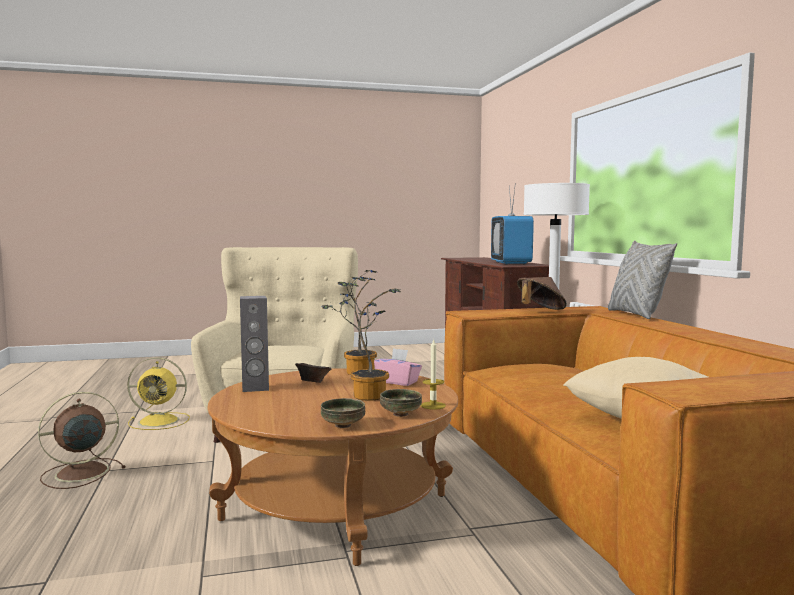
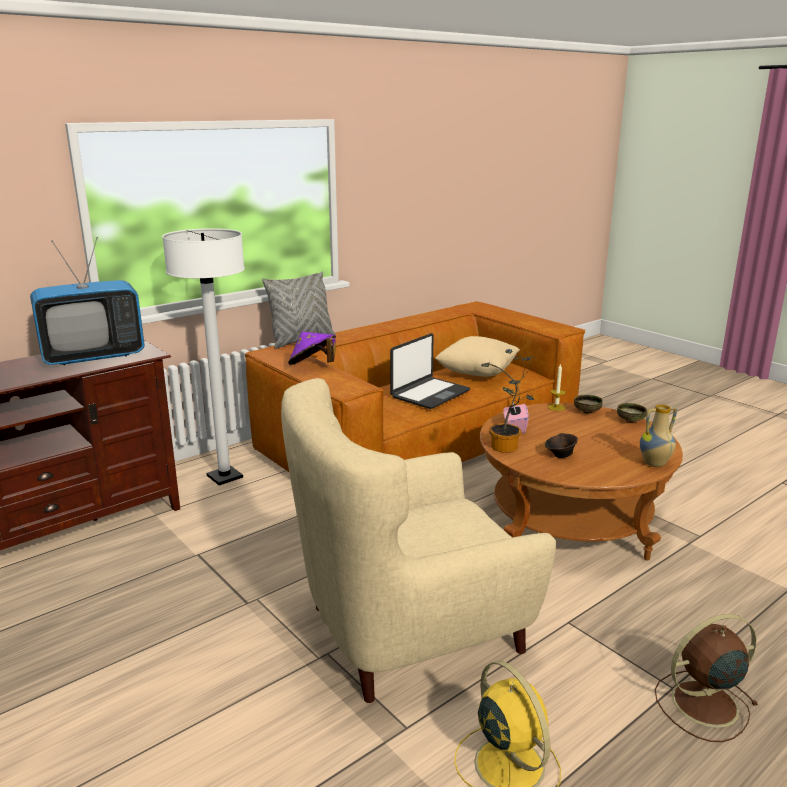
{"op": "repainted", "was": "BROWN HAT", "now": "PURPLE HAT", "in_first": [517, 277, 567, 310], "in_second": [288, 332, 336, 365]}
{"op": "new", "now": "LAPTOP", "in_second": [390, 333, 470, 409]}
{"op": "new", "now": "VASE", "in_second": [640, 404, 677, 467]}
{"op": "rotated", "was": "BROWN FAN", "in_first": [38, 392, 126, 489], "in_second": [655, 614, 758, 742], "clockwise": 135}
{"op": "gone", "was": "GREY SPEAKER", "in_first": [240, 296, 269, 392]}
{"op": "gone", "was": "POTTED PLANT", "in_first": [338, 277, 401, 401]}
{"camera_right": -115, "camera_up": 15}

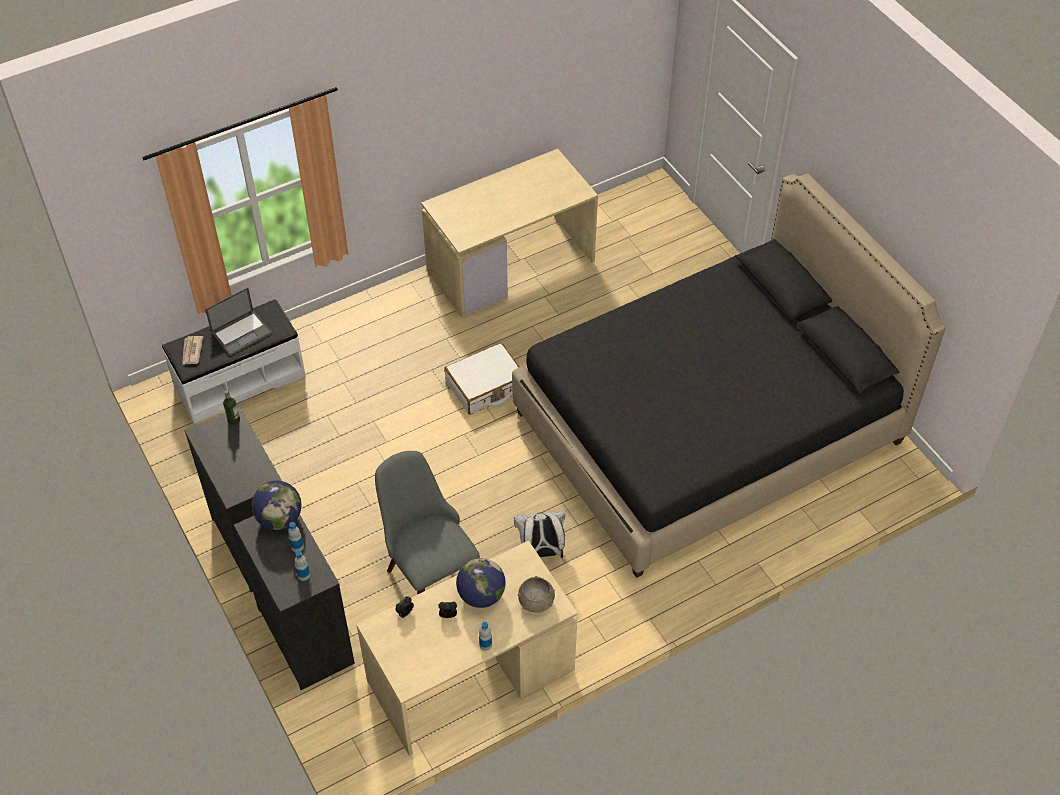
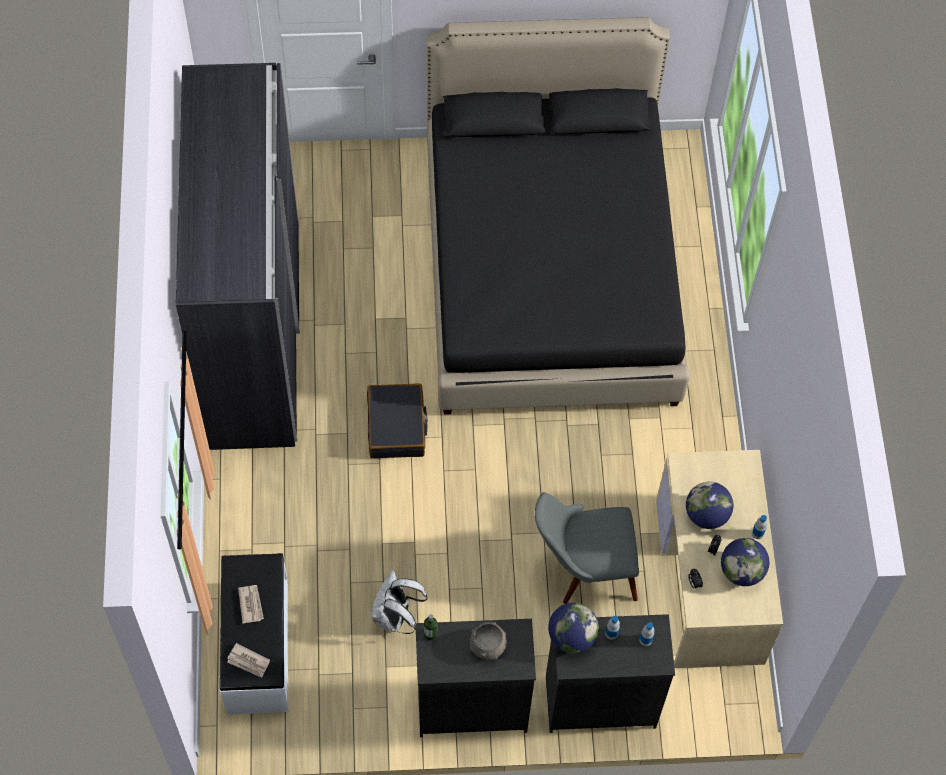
{"op": "swapped", "was": "BEIGE DESK", "now": "GREY WARDROBE", "in_first": [421, 149, 598, 319], "in_second": [176, 63, 300, 450]}
{"op": "swapped", "was": "LAPTOP", "now": "NEWSPAPER", "in_first": [205, 287, 272, 356], "in_second": [238, 585, 264, 624]}
{"op": "repainted", "was": "WHITE SUITCASE", "now": "BLACK SUITCASE", "in_first": [444, 343, 519, 414], "in_second": [367, 383, 428, 458]}
{"op": "shifted", "was": "WHITE BACKPACK", "in_first": [514, 511, 566, 558], "in_second": [372, 570, 427, 634]}
{"op": "shifted", "was": "GREY BOWL", "in_first": [518, 576, 555, 613], "in_second": [470, 622, 507, 660]}
{"op": "new", "now": "GLOBE", "in_second": [721, 538, 770, 586]}
{"camera_right": -65, "camera_up": 10}

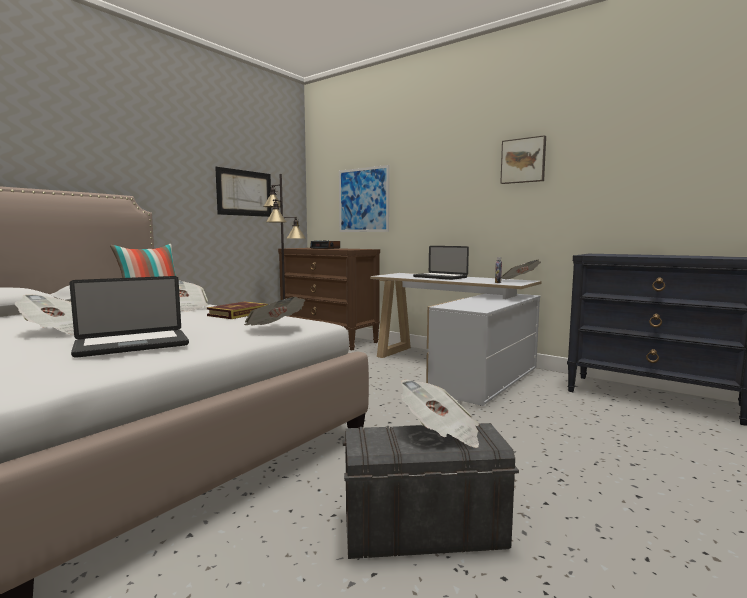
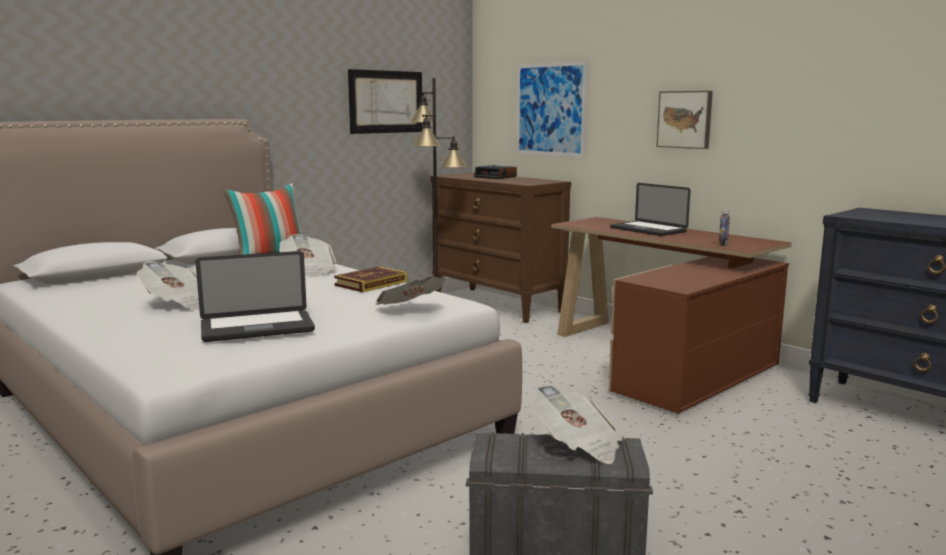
{"op": "repainted", "was": "WHITE DESK", "now": "BROWN DESK", "in_first": [370, 273, 541, 406], "in_second": [551, 217, 791, 414]}
{"op": "shifted", "was": "PICTURE", "in_first": [500, 135, 546, 184], "in_second": [656, 91, 713, 149]}
{"op": "gone", "was": "NEWSPAPER", "in_first": [501, 259, 541, 280]}
{"camera_right": 10, "camera_up": 5}

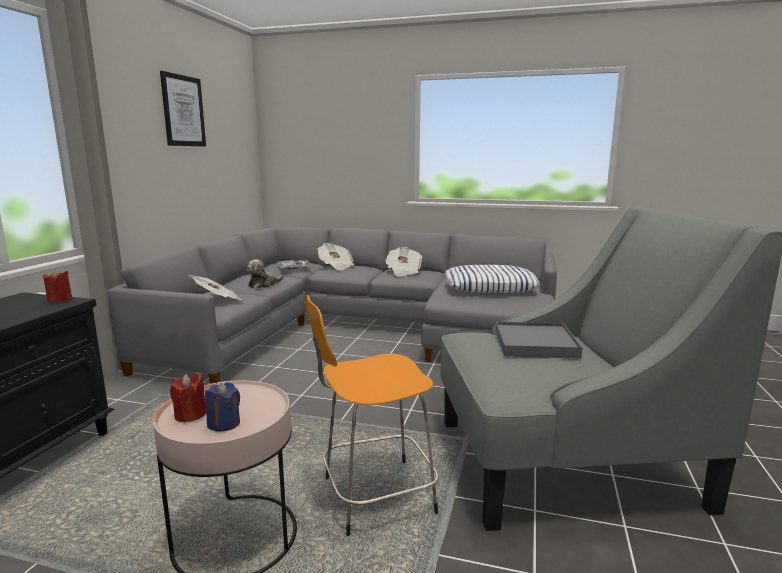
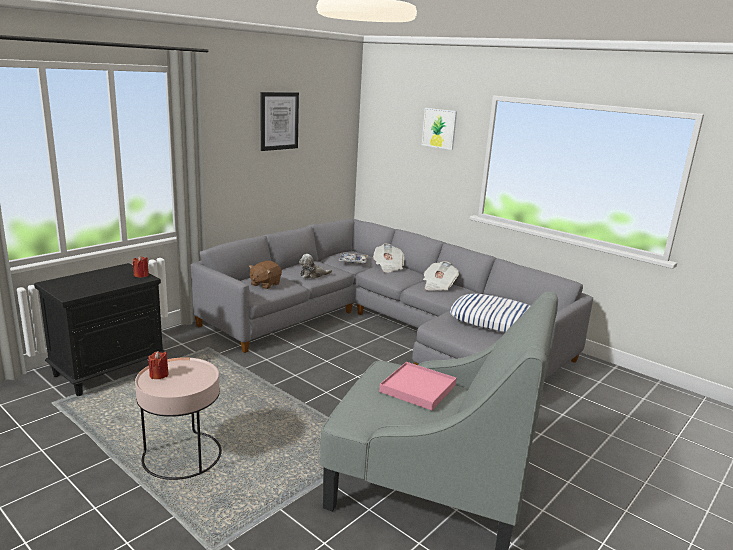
{"op": "swapped", "was": "NEWSPAPER", "now": "BROWN PLUSH TOY", "in_first": [189, 275, 242, 300], "in_second": [249, 261, 282, 289]}
{"op": "repainted", "was": "GREY TRAY", "now": "PINK TRAY", "in_first": [495, 321, 583, 359], "in_second": [379, 362, 457, 410]}
{"op": "new", "now": "PICTURE", "in_second": [422, 108, 457, 150]}
{"op": "gone", "was": "BLUE CANDLE", "in_first": [205, 382, 240, 431]}
{"op": "gone", "was": "ORANGE STOOL", "in_first": [305, 295, 439, 536]}
{"camera_right": 25, "camera_up": 5}

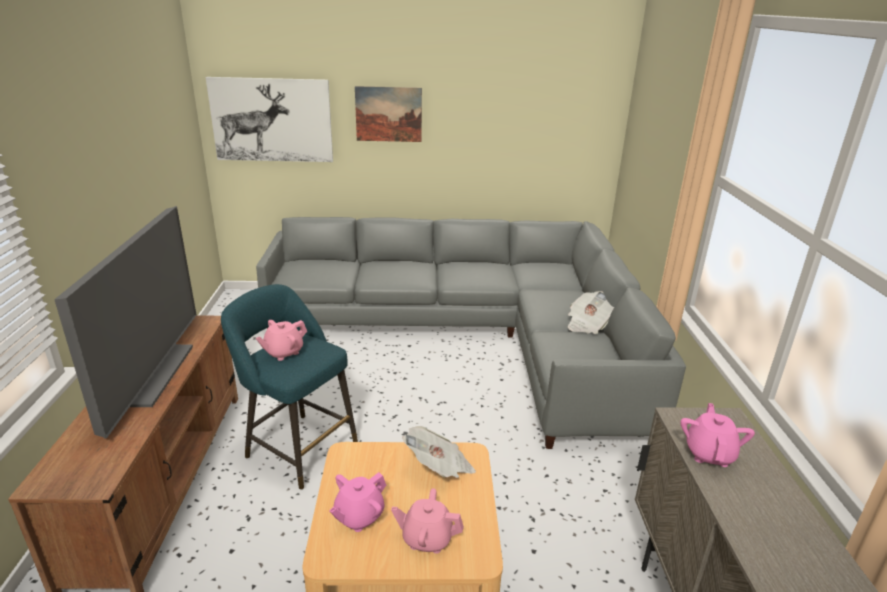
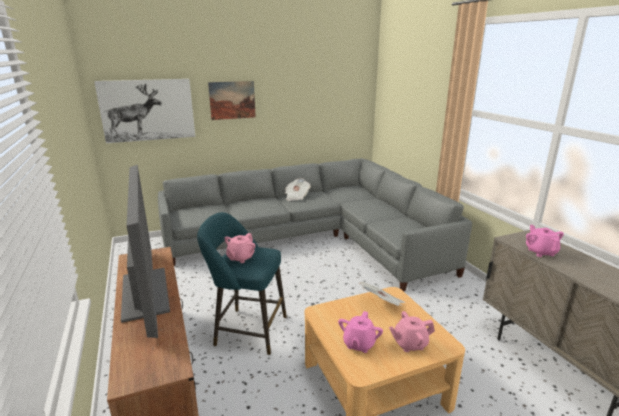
{"op": "shifted", "was": "NEWSPAPER", "in_first": [568, 291, 614, 334], "in_second": [285, 178, 311, 201]}
{"camera_right": -20, "camera_up": -5}

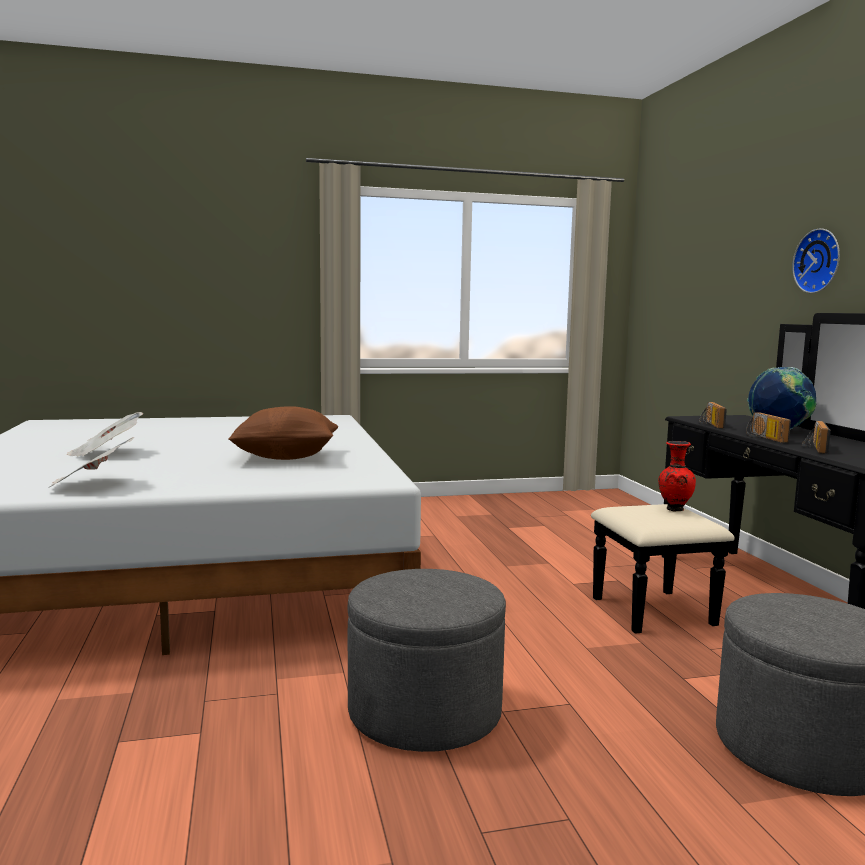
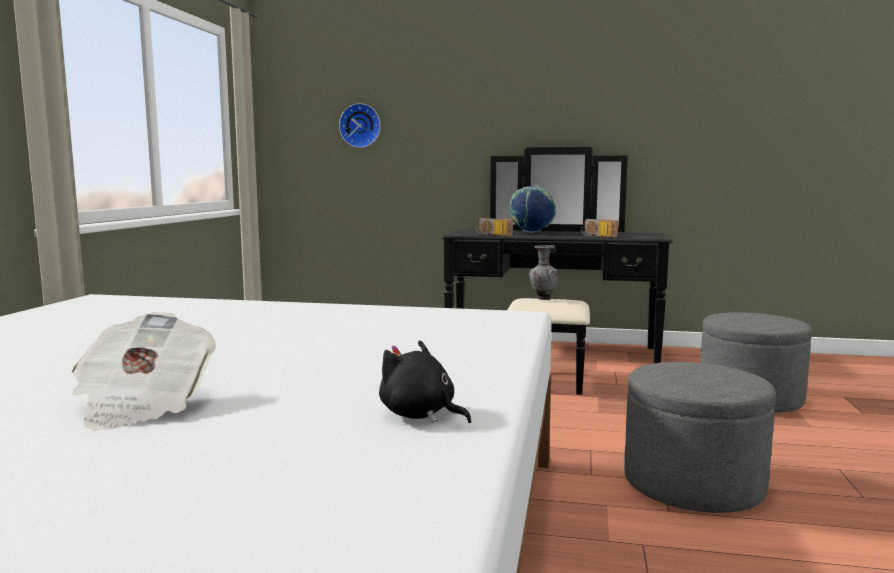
{"op": "shifted", "was": "WALL CLOCK", "in_first": [792, 228, 840, 293], "in_second": [339, 103, 381, 148]}
{"op": "swapped", "was": "NEWSPAPER", "now": "BLACK PLUSH TOY", "in_first": [48, 437, 134, 488], "in_second": [379, 340, 472, 423]}
{"op": "repainted", "was": "RED VASE", "now": "GREY VASE", "in_first": [658, 441, 696, 512], "in_second": [529, 245, 559, 300]}
{"op": "gone", "was": "BROWN PILLOW", "in_first": [228, 406, 338, 460]}
{"op": "gone", "was": "RADIO", "in_first": [746, 412, 791, 443]}
{"camera_right": -65, "camera_up": 0}

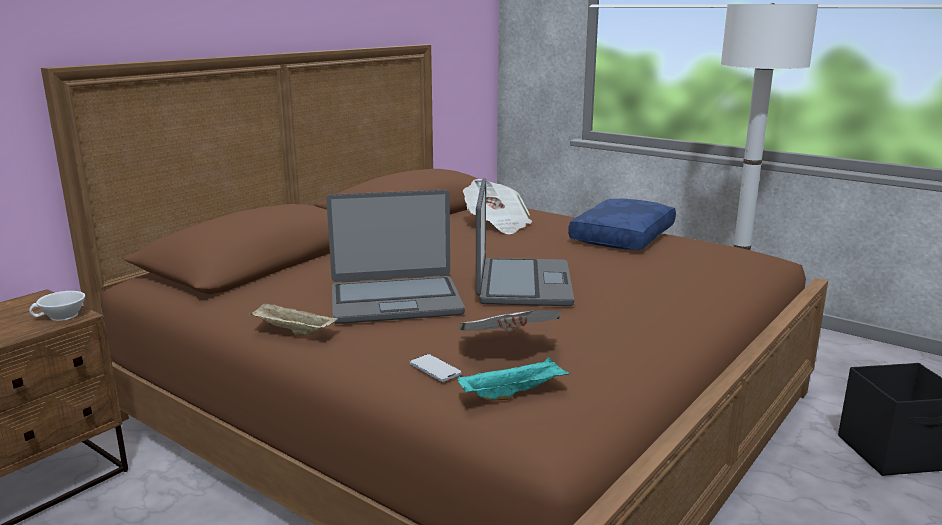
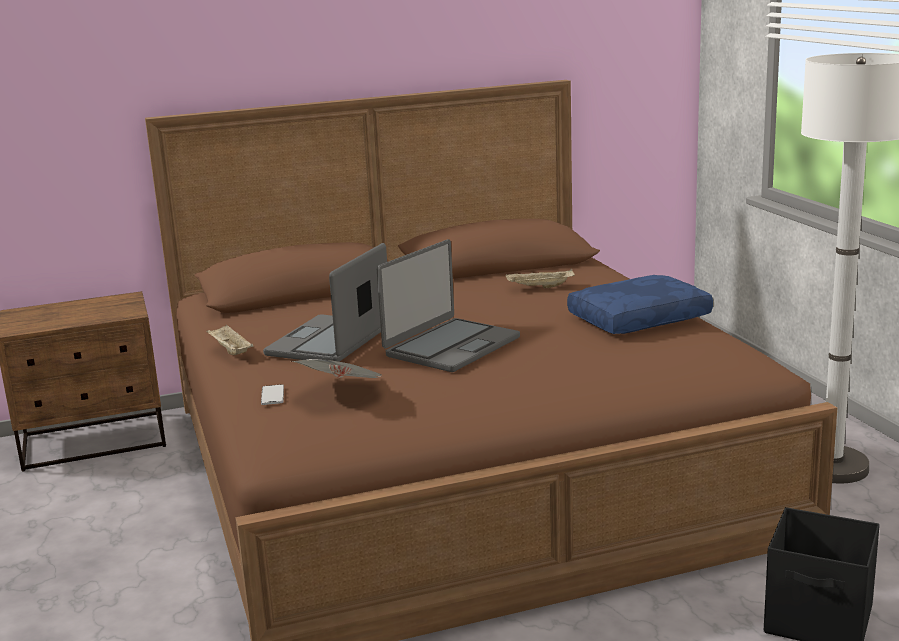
{"op": "rotated", "was": "LAPTOP", "in_first": [326, 190, 465, 324], "in_second": [263, 243, 387, 362], "clockwise": 90}
{"op": "swapped", "was": "NEWSPAPER", "now": "BEIGE TRAY", "in_first": [463, 179, 532, 234], "in_second": [506, 269, 575, 289]}
{"op": "gone", "was": "WHITE CUP", "in_first": [29, 291, 85, 321]}
{"op": "gone", "was": "TURQUOISE TRAY", "in_first": [458, 357, 570, 400]}
{"camera_right": 35, "camera_up": 0}

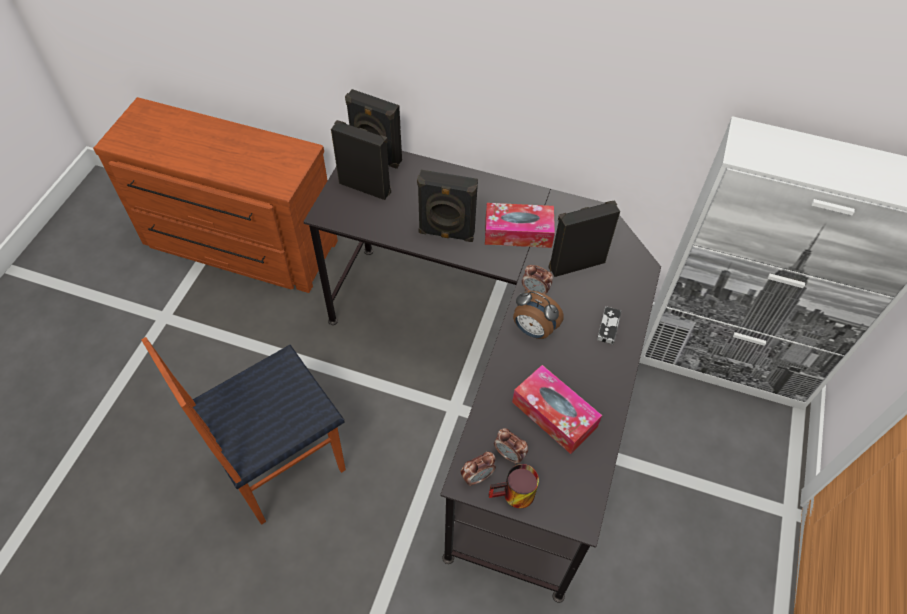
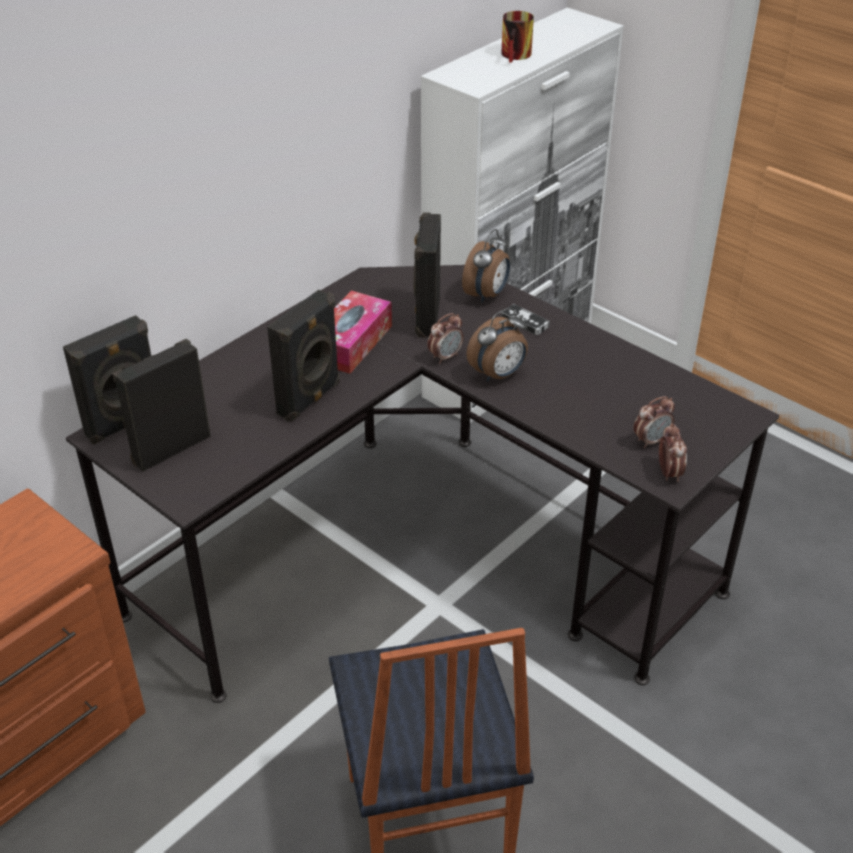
{"op": "new", "now": "ALARM CLOCK", "in_second": [462, 229, 510, 303]}
{"op": "shifted", "was": "MUG", "in_first": [489, 464, 539, 508], "in_second": [501, 11, 534, 63]}
{"op": "gone", "was": "TISSUE BOX", "in_first": [512, 365, 602, 454]}
{"camera_right": -65, "camera_up": -15}

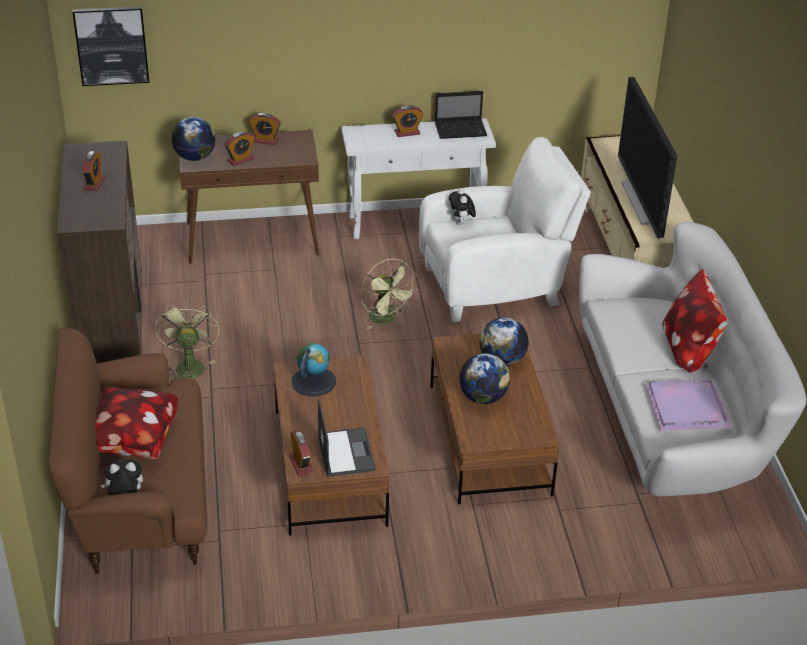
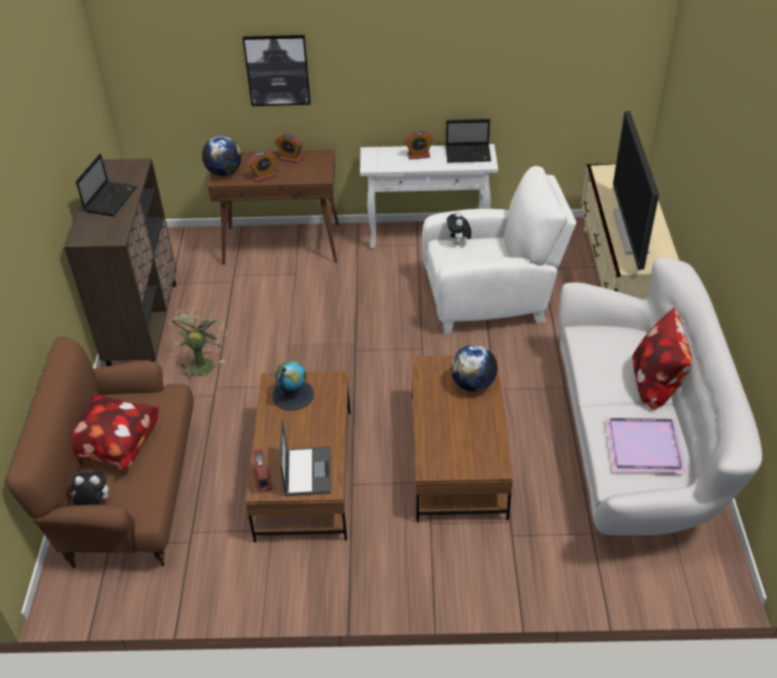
{"op": "swapped", "was": "ALARM CLOCK", "now": "LAPTOP", "in_first": [82, 151, 106, 191], "in_second": [76, 154, 137, 216]}
{"op": "shifted", "was": "PICTURE", "in_first": [72, 6, 149, 86], "in_second": [243, 35, 311, 106]}
{"op": "gone", "was": "GREEN FAN", "in_first": [361, 259, 418, 330]}
{"op": "gone", "was": "GLOBE", "in_first": [459, 353, 510, 404]}
{"camera_right": 10, "camera_up": 5}

